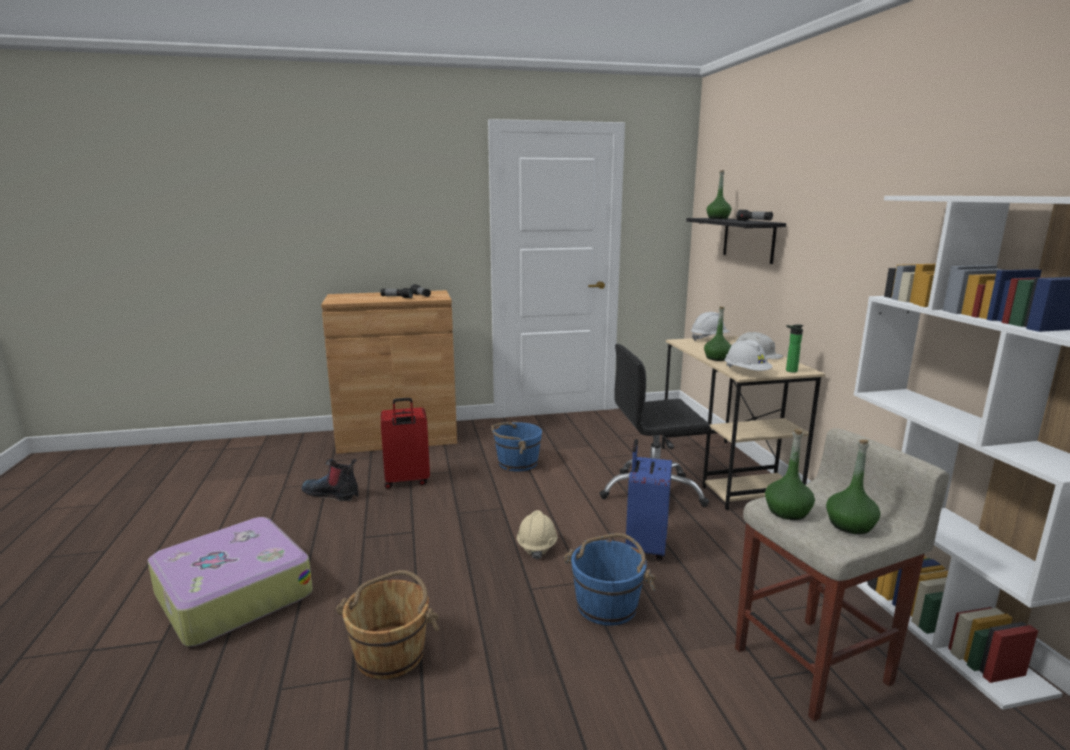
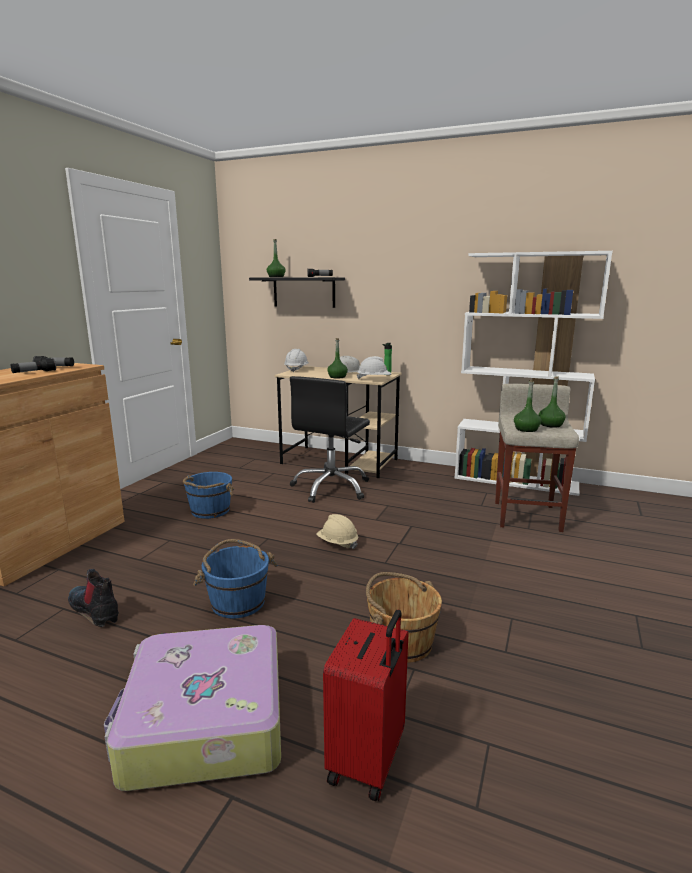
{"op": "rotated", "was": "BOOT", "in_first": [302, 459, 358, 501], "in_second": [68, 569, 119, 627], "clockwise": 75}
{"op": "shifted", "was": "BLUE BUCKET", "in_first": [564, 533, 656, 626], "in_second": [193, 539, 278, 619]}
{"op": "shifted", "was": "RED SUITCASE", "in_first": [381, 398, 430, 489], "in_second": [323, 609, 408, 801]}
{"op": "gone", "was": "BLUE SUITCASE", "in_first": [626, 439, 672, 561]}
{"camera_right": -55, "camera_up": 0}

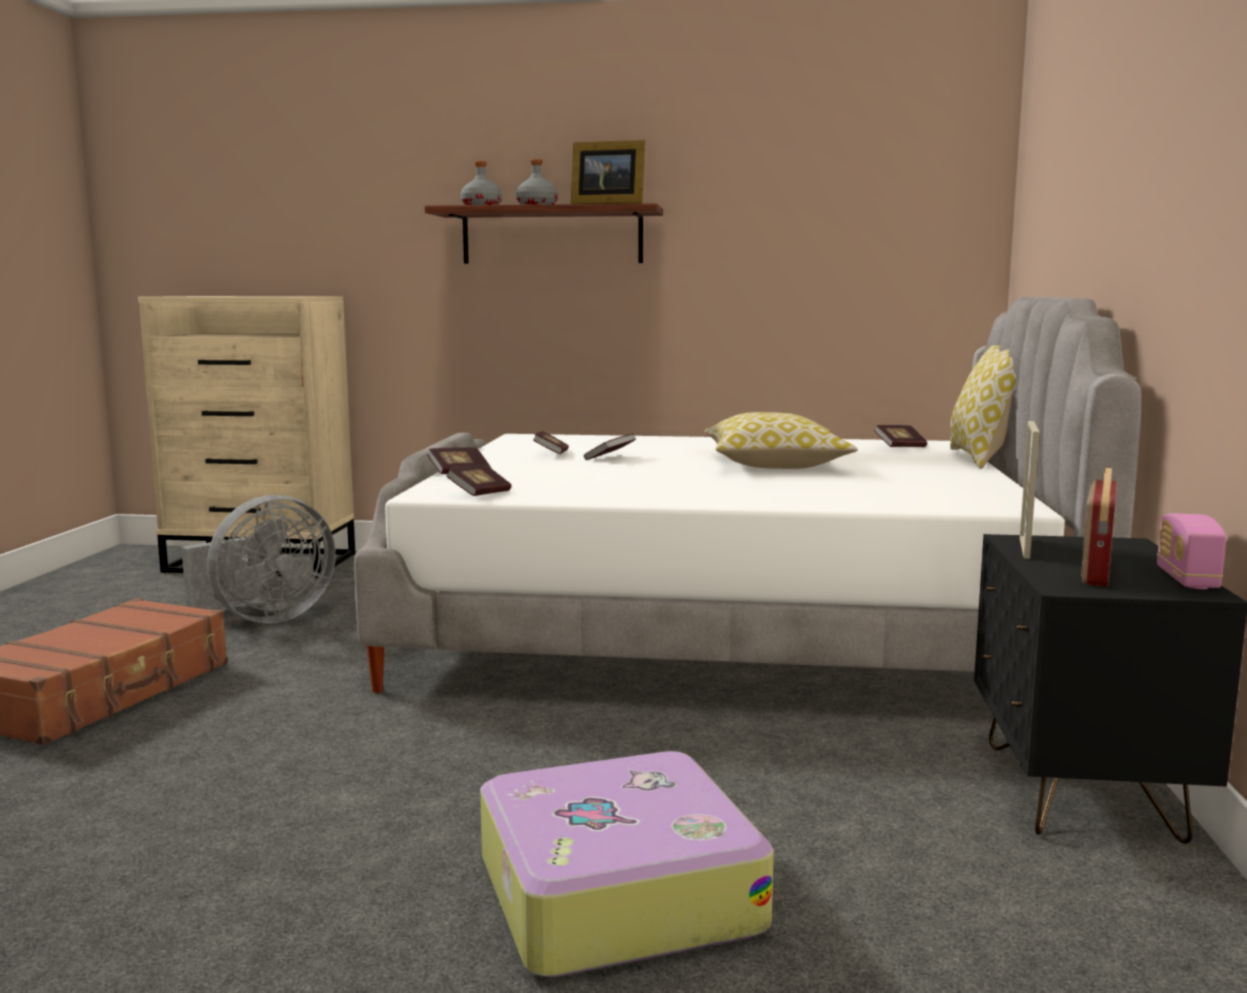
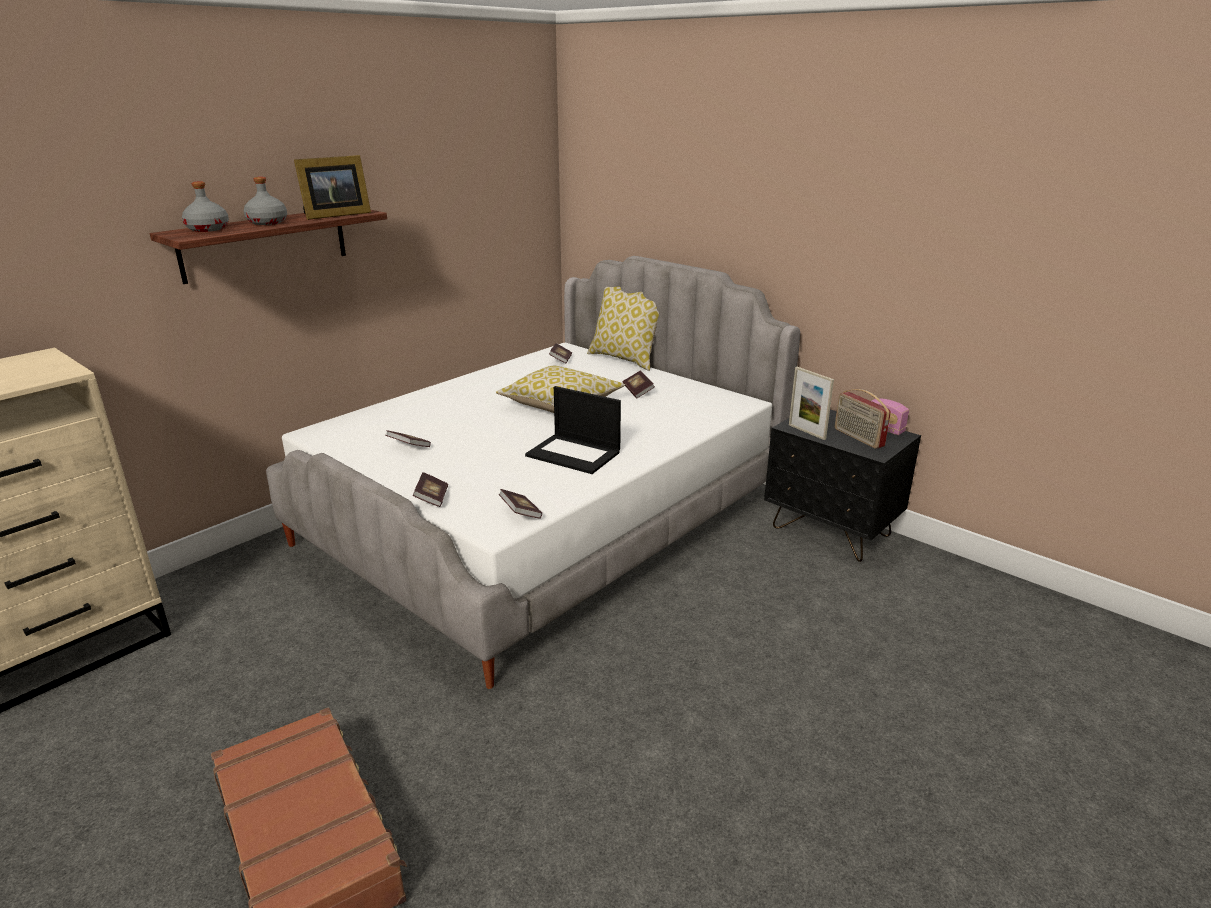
{"op": "new", "now": "LAPTOP", "in_second": [525, 386, 621, 474]}
{"op": "shifted", "was": "BOOK", "in_first": [584, 433, 636, 460], "in_second": [623, 370, 655, 398]}
{"op": "gone", "was": "GREY FAN", "in_first": [181, 495, 336, 623]}
{"op": "gone", "was": "SUITCASE", "in_first": [480, 751, 774, 977]}
{"camera_right": -55, "camera_up": 15}

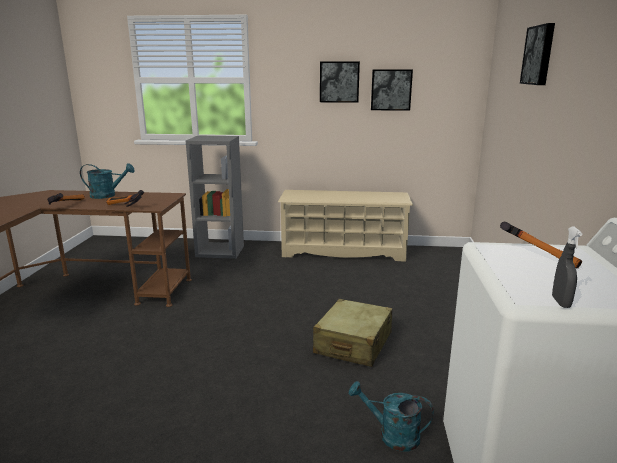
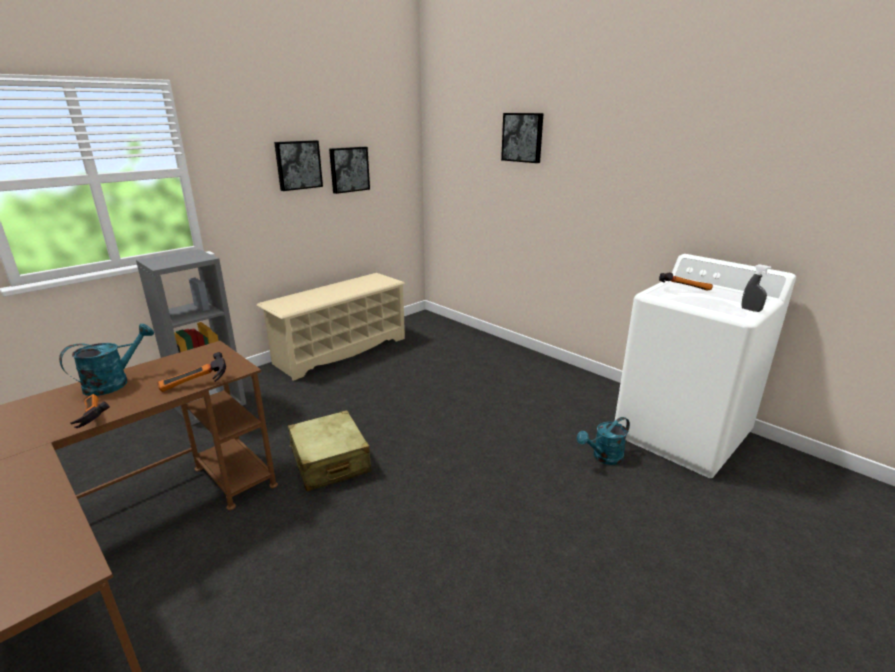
{"op": "shifted", "was": "BEIGE SUITCASE", "in_first": [313, 299, 392, 367], "in_second": [288, 410, 372, 491]}
{"camera_right": -50, "camera_up": 5}

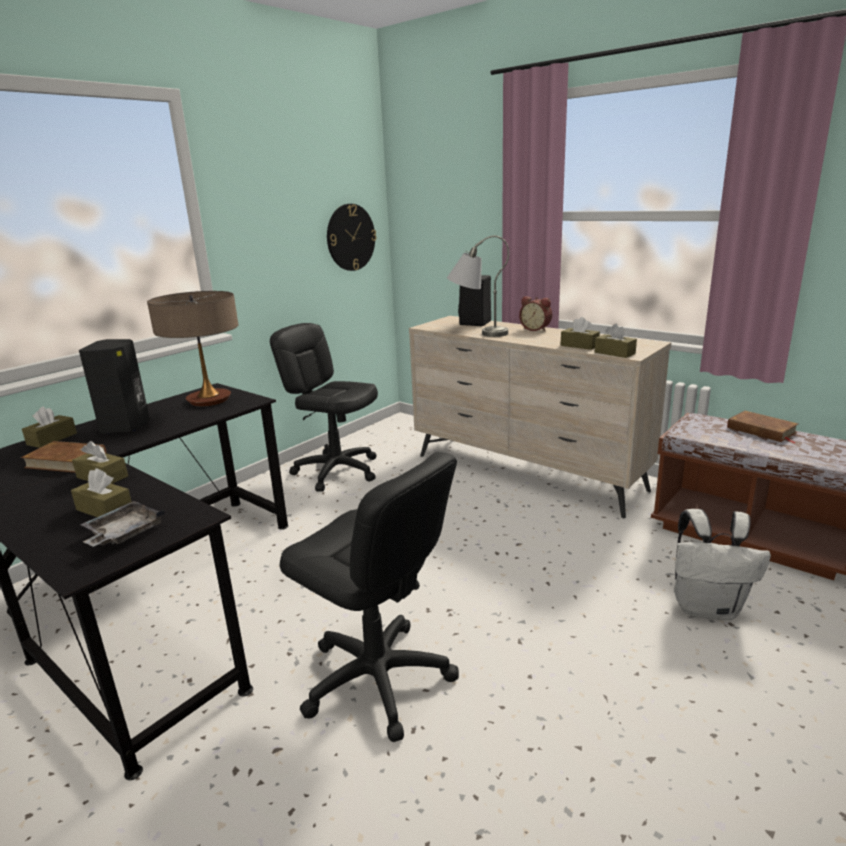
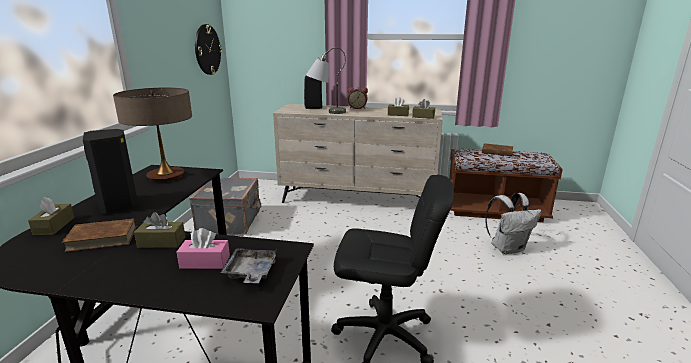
{"op": "repainted", "was": "BROWN TISSUE BOX", "now": "PINK TISSUE BOX", "in_first": [71, 468, 132, 517], "in_second": [177, 228, 230, 269]}
{"op": "swapped", "was": "BLACK OFFICE CHAIR", "now": "GREY SUITCASE", "in_first": [270, 323, 378, 492], "in_second": [189, 177, 261, 236]}
{"camera_right": -30, "camera_up": 0}

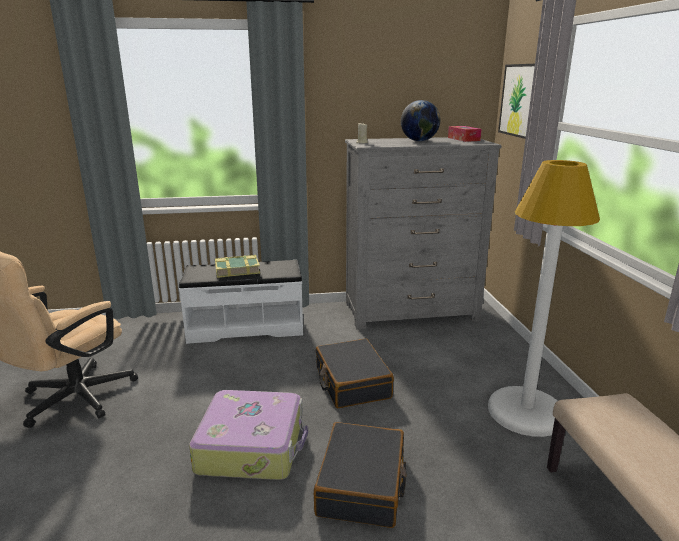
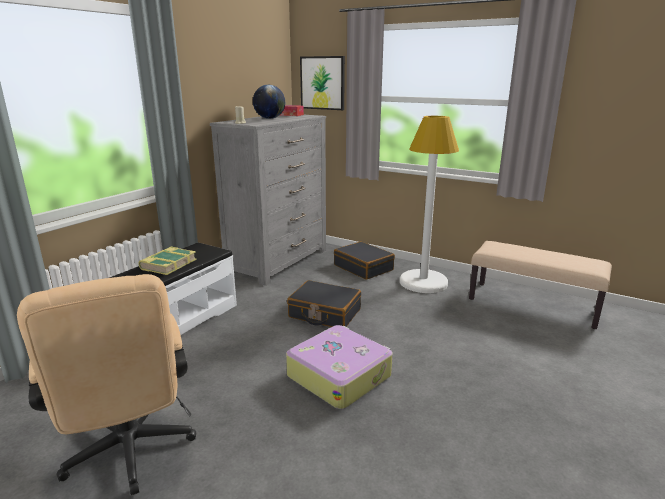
{"op": "shifted", "was": "BLACK SUITCASE", "in_first": [314, 422, 407, 528], "in_second": [334, 241, 395, 280]}
{"camera_right": -50, "camera_up": 0}

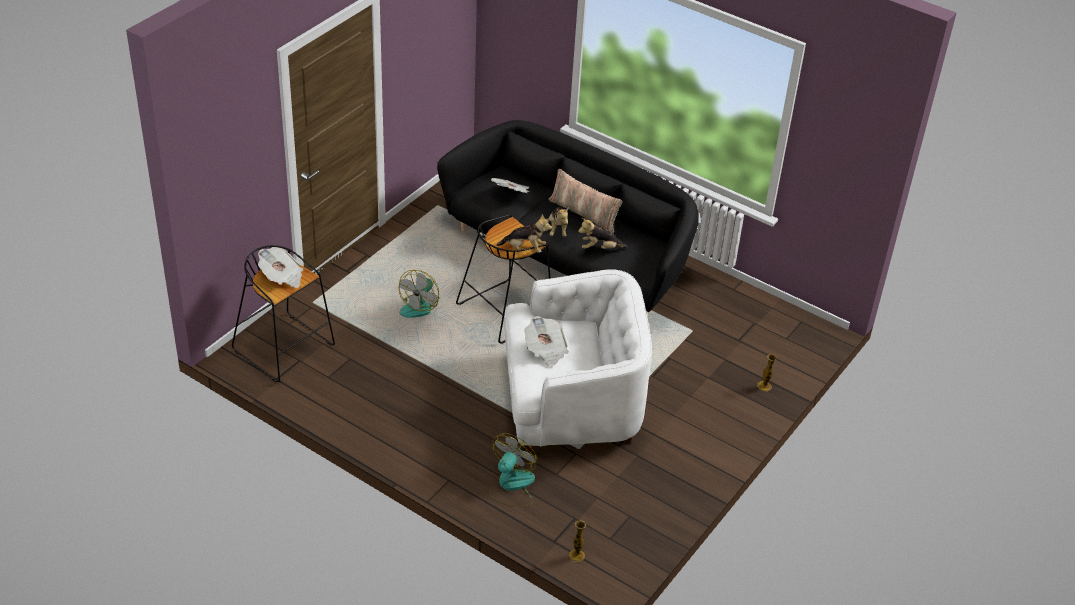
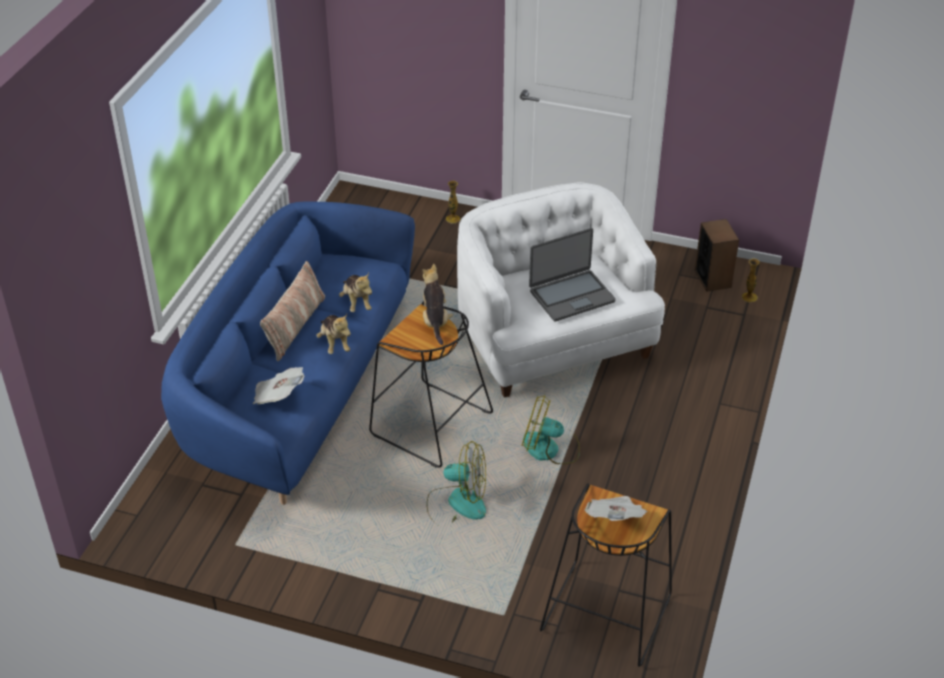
{"op": "repainted", "was": "BLACK SOFA", "now": "BLUE SOFA", "in_first": [437, 120, 699, 314], "in_second": [161, 201, 415, 505]}
{"op": "rotated", "was": "PLUSH TOY", "in_first": [545, 208, 569, 237], "in_second": [316, 314, 351, 354], "clockwise": 90}
{"op": "shifted", "was": "FAN", "in_first": [490, 433, 537, 507], "in_second": [522, 395, 580, 465]}
{"op": "swapped", "was": "NEWSPAPER", "now": "LAPTOP", "in_first": [524, 316, 569, 367], "in_second": [529, 228, 616, 321]}
{"op": "new", "now": "SPEAKER", "in_second": [695, 219, 739, 292]}
{"camera_right": -105, "camera_up": 0}

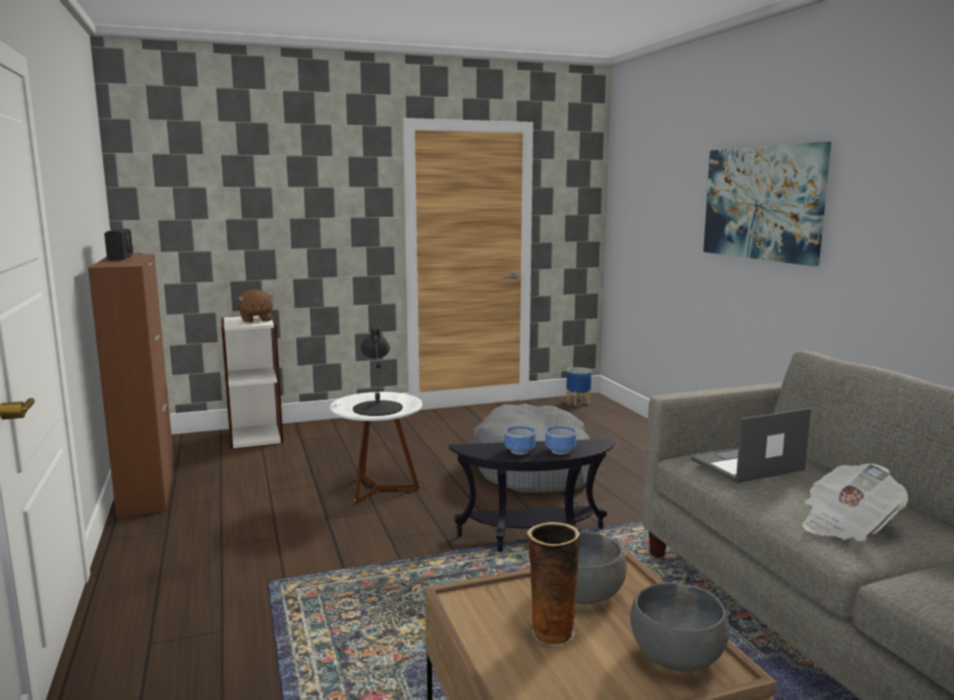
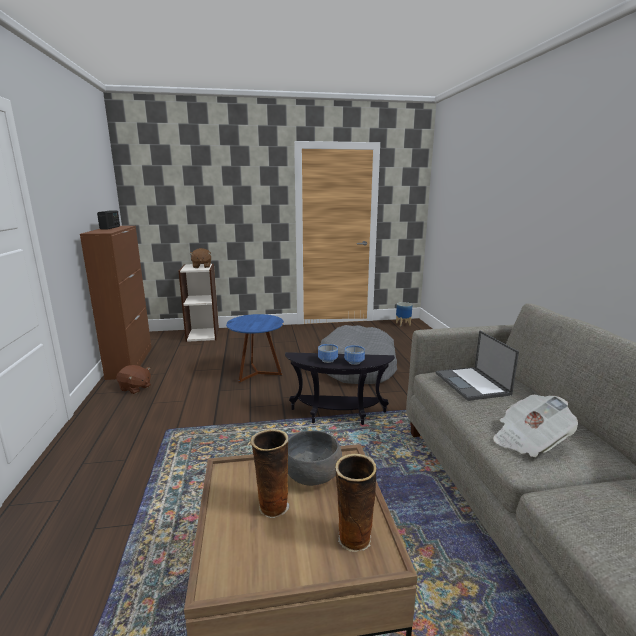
{"op": "new", "now": "BROWN PLUSH TOY", "in_second": [116, 365, 151, 394]}
{"op": "repainted", "was": "WHITE SIDE TABLE", "now": "BLUE SIDE TABLE", "in_first": [330, 392, 423, 505], "in_second": [226, 314, 284, 383]}
{"op": "swapped", "was": "GREY BOWL", "now": "VASE", "in_first": [630, 582, 730, 672], "in_second": [335, 454, 376, 552]}
{"op": "rotated", "was": "LAPTOP", "in_first": [691, 408, 811, 483], "in_second": [436, 330, 519, 401], "clockwise": -90}
{"op": "gone", "was": "BLACK TABLE LAMP", "in_first": [353, 325, 403, 416]}
{"op": "gone", "was": "PICTURE", "in_first": [703, 142, 831, 266]}
{"camera_right": 10, "camera_up": 5}

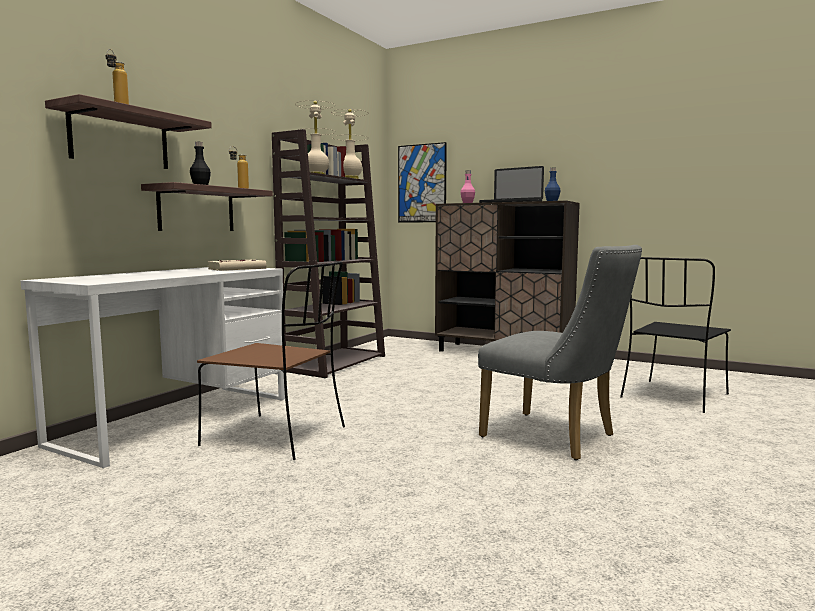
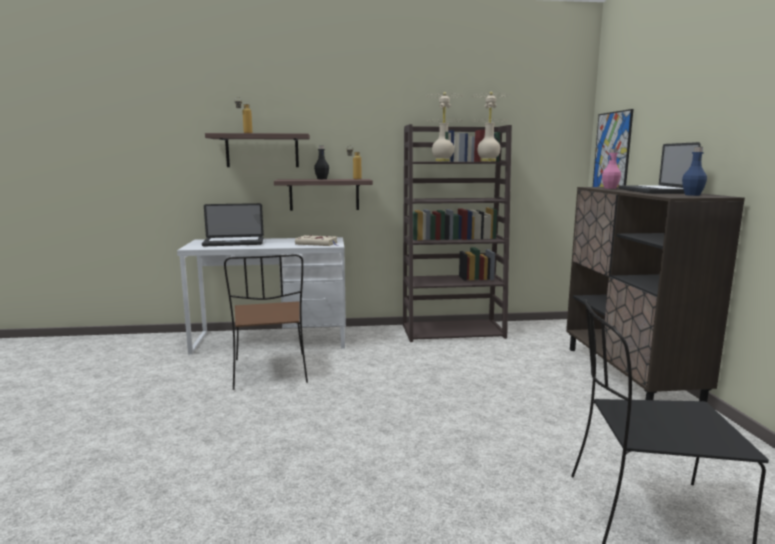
{"op": "new", "now": "LAPTOP", "in_second": [202, 203, 264, 246]}
{"op": "gone", "was": "GREY CHAIR", "in_first": [478, 245, 642, 460]}
{"camera_right": 55, "camera_up": 5}

